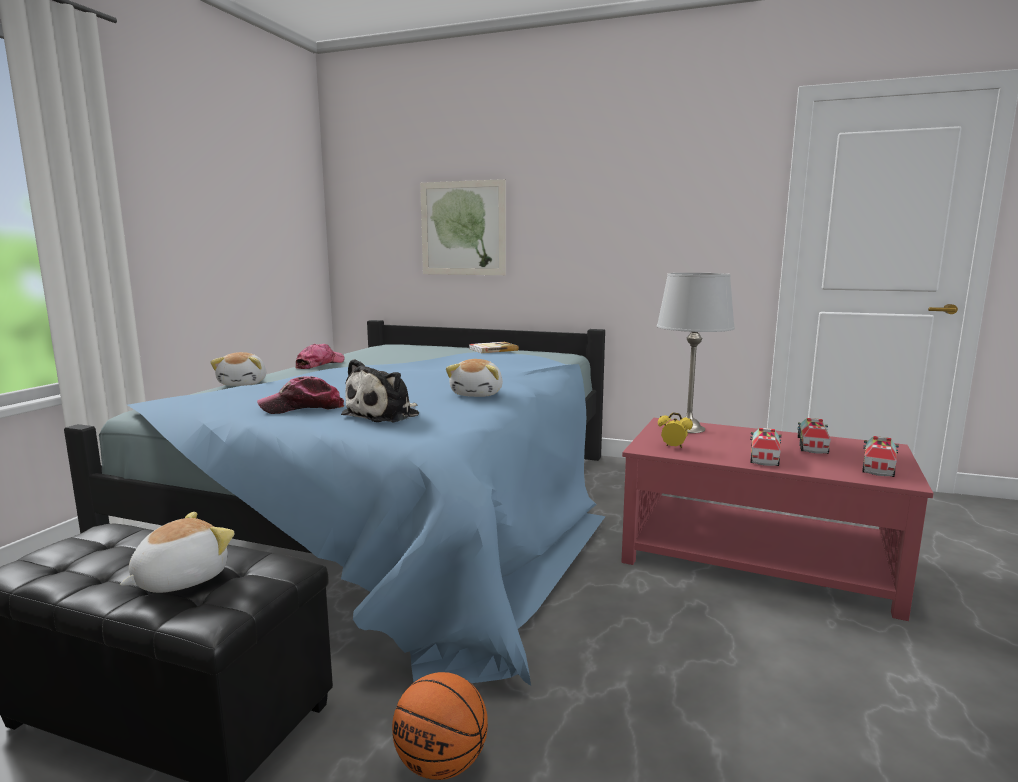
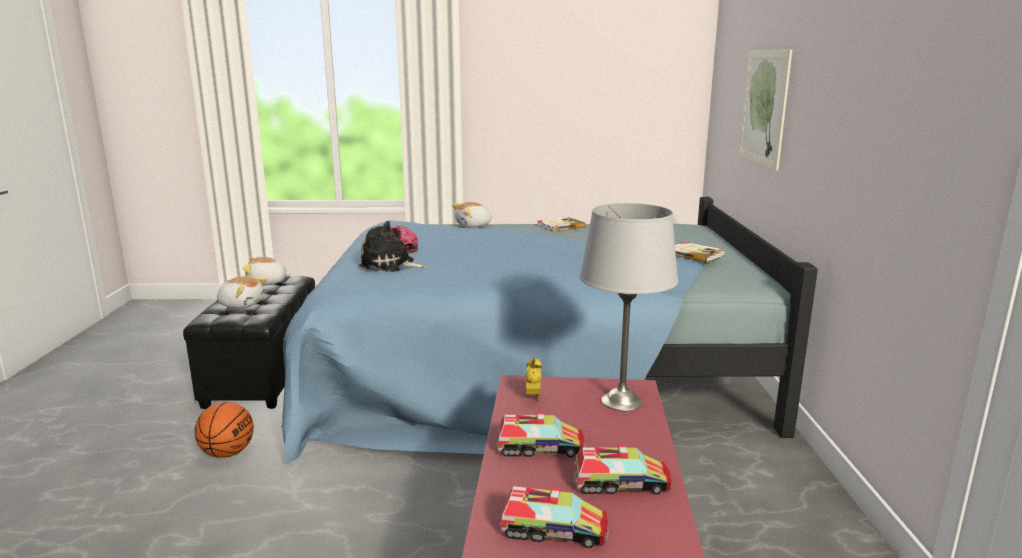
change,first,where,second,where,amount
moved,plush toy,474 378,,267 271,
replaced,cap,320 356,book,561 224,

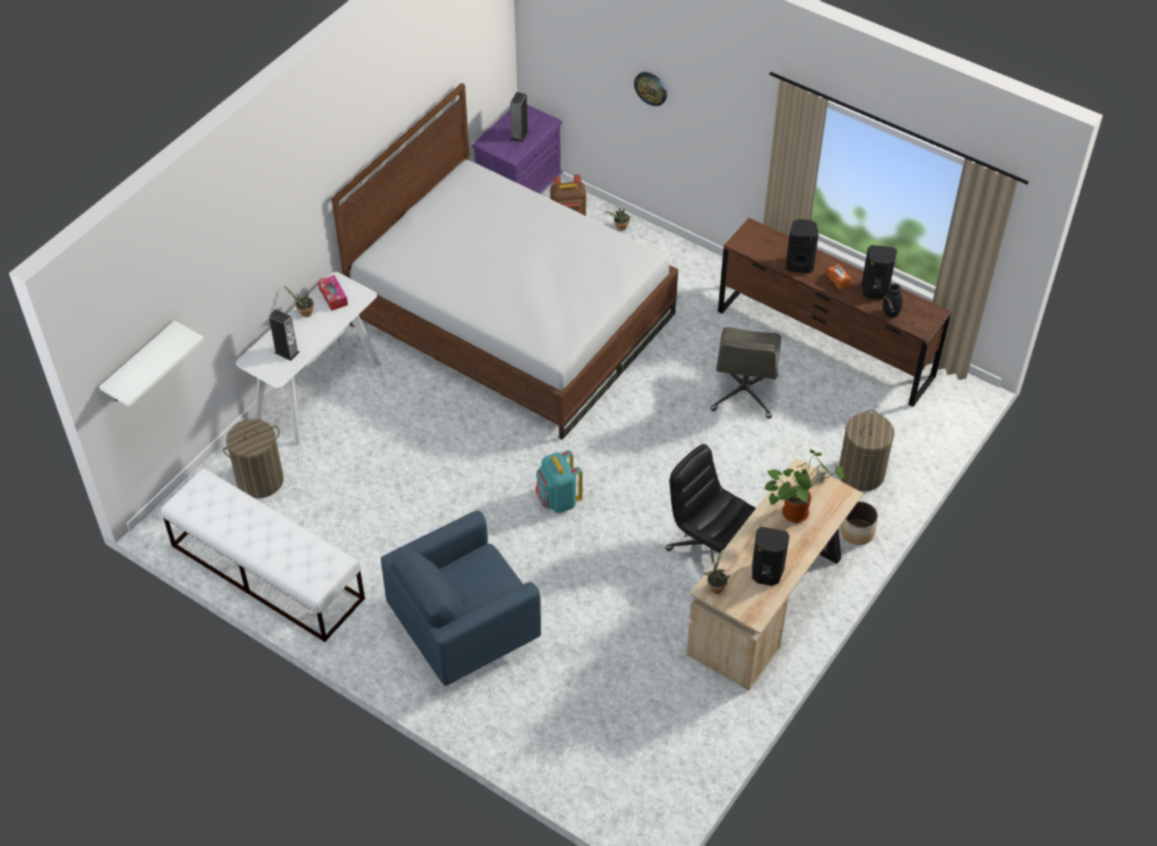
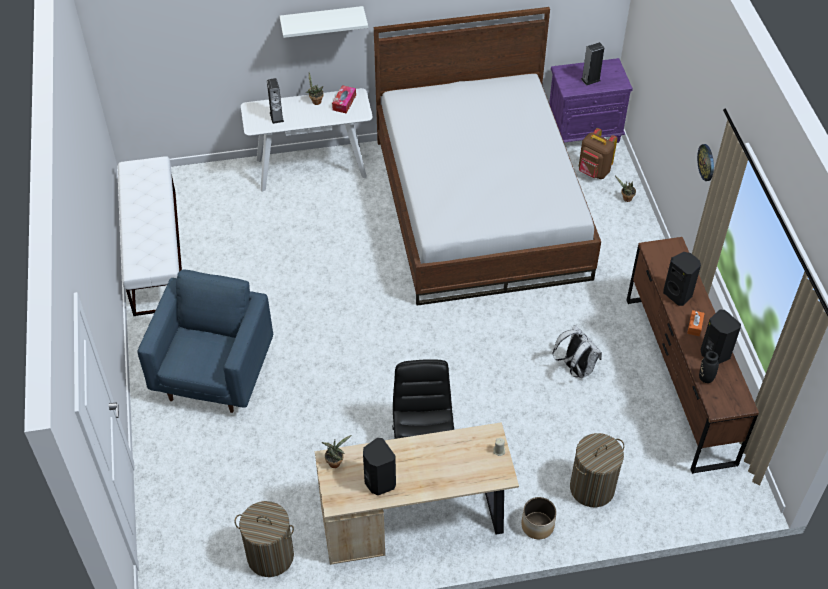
change,first,where,second,where,amount
turned,armchair/bluish,461 598,,205 341,90 degrees clockwise
moved,hamper,253 458,,264 539,
moved,bracket shelf/white,151 363,,324 22,
replaced,computer chair/greyish,746 373,knapsack/white,577 352,
moved,hanging clock,650 89,,705 162,
removed,knapsack/blue-green,558 481,,,
removed,potted plant,803 486,,,

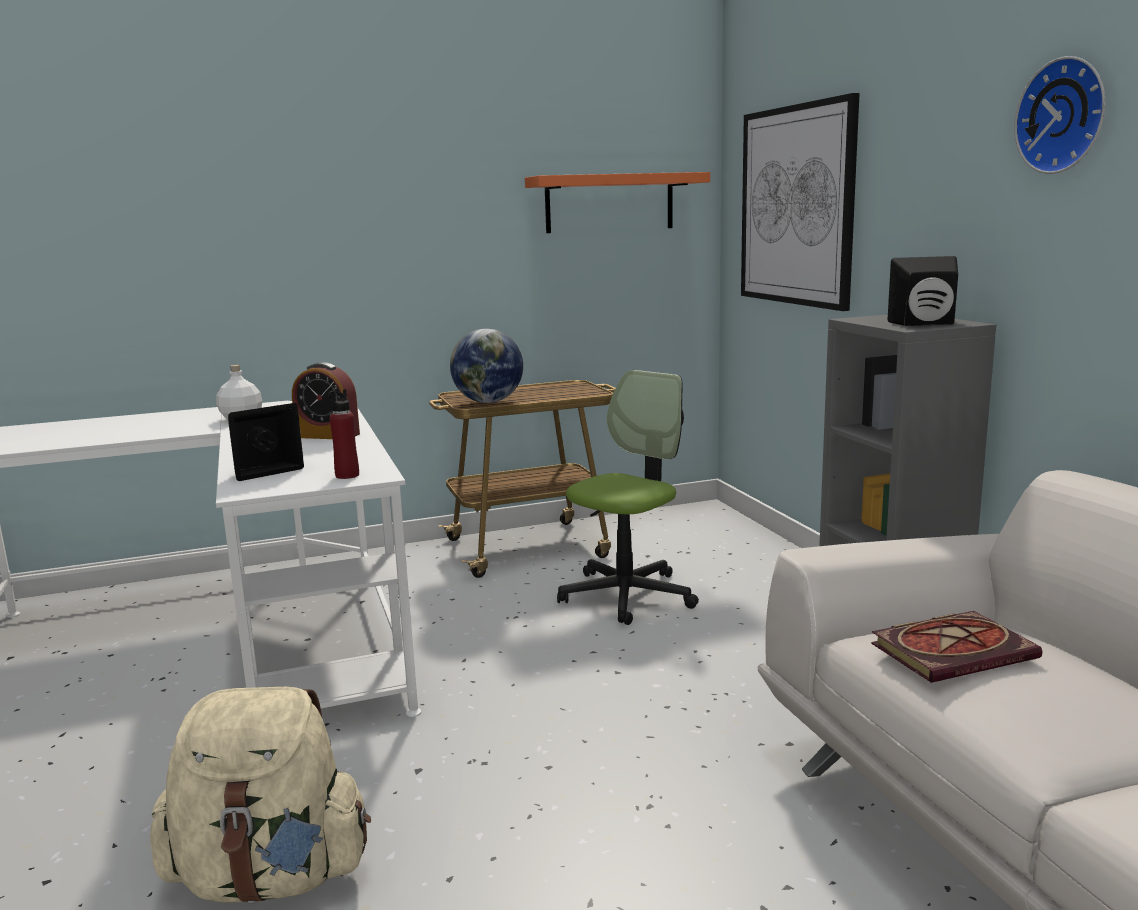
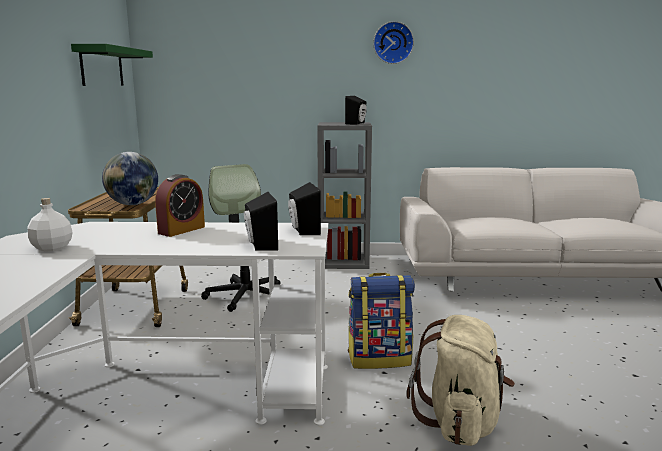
change,first,where,second,where,amount
recoloured,bracket shelf/orangey,617 202,bracket shelf/green,112 65,
replaced,bottle/red-coloured,343 434,audio speaker/blackish,304 208,
added,,,knapsack,381 321,
removed,wall art,800 202,,,
removed,book,956 647,,,

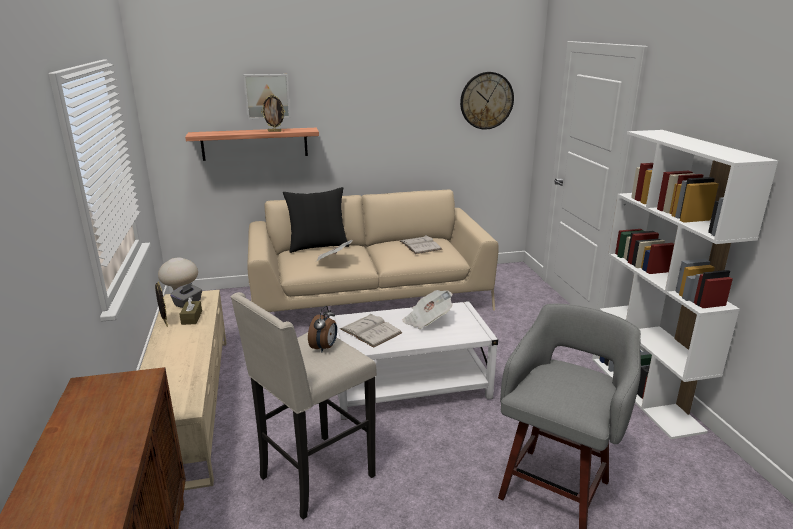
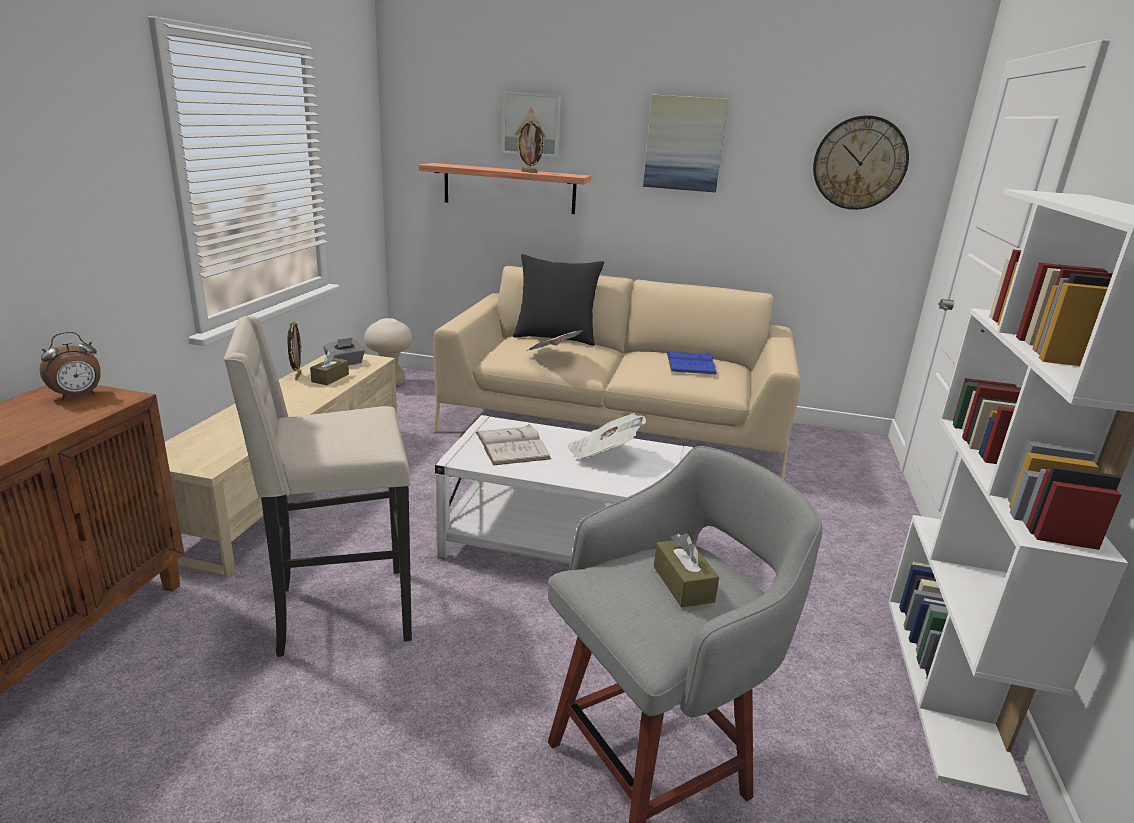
change,first,where,second,where,amount
moved,table clock,322 329,,70 366,
added,,,wall art,685 144,
added,,,tissue box/brown-coloured,686 570,
recoloured,book/white,421 244,book/bluish,691 363,

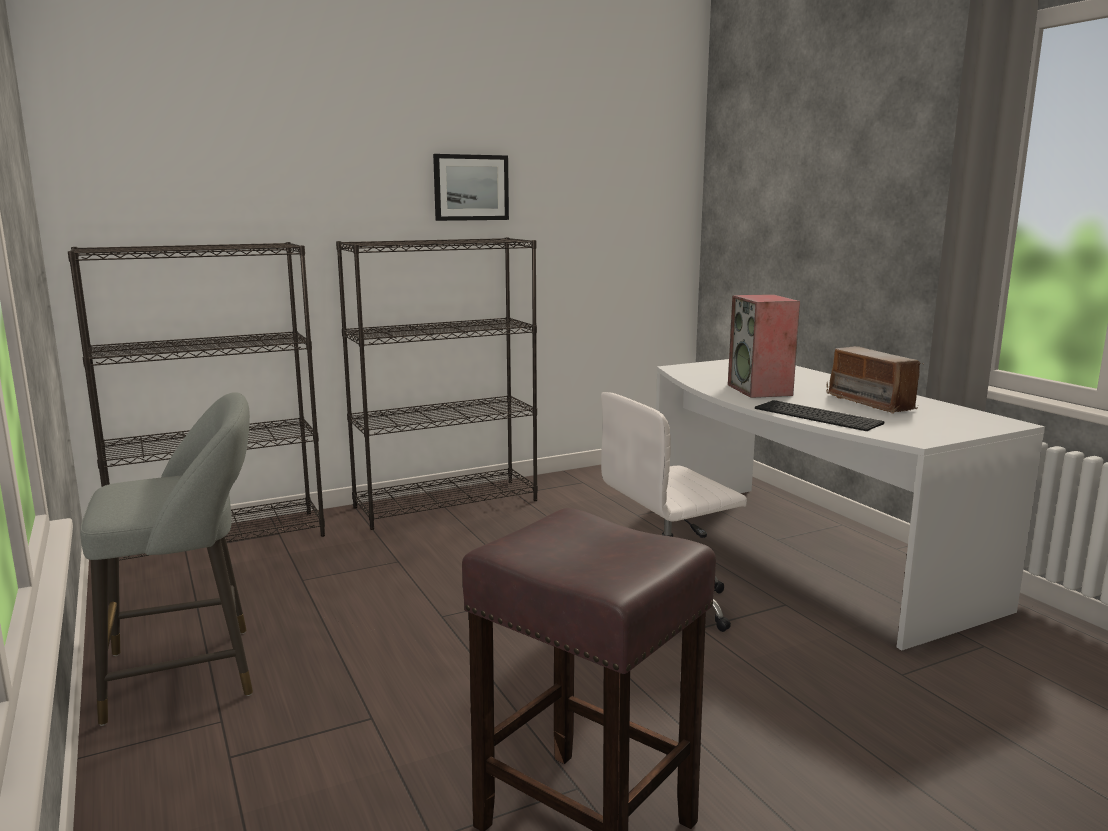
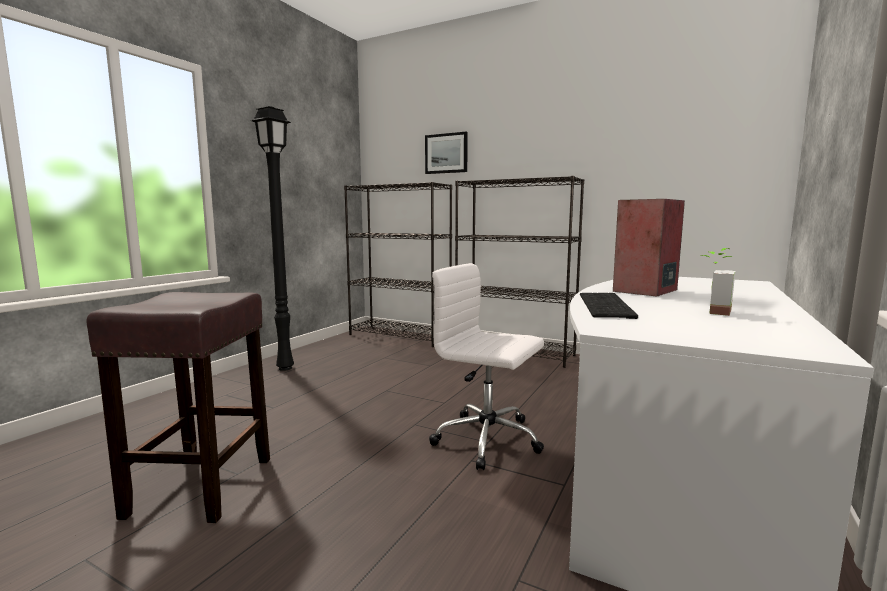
change,first,where,second,where,amount
replaced,stool seat/greyish,166 559,standing lamp/blackish,272 238,
moved,wall art,471 187,,446 153,
replaced,radio set,875 380,potted plant,717 282,

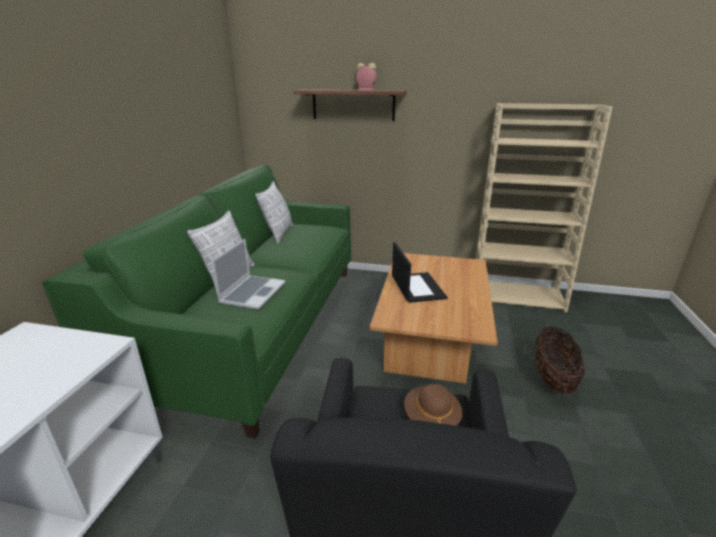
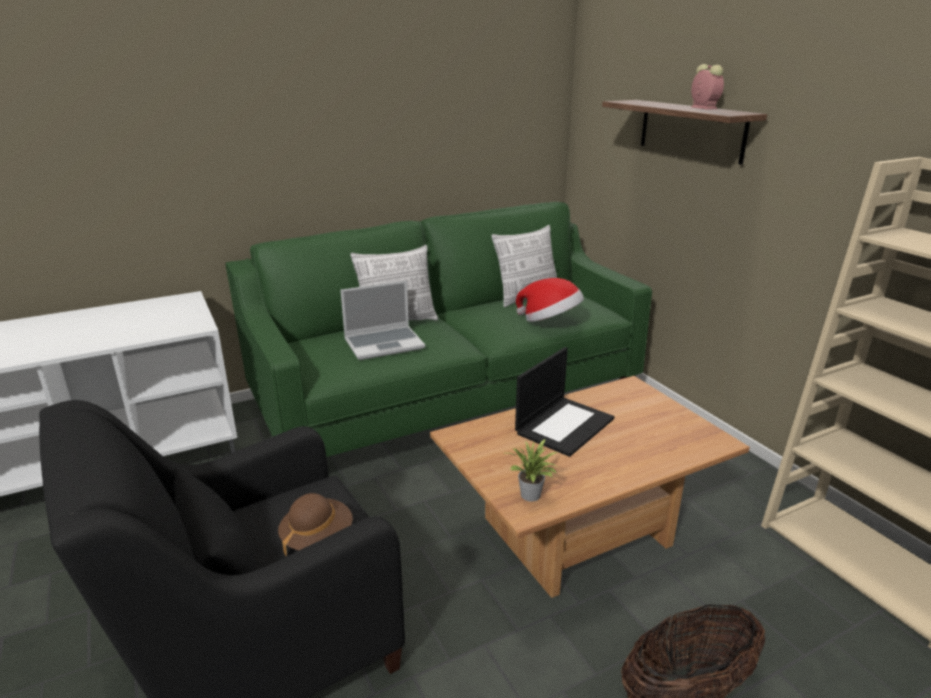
change,first,where,second,where,amount
added,,,potted plant,533 470,
added,,,hat,550 300,

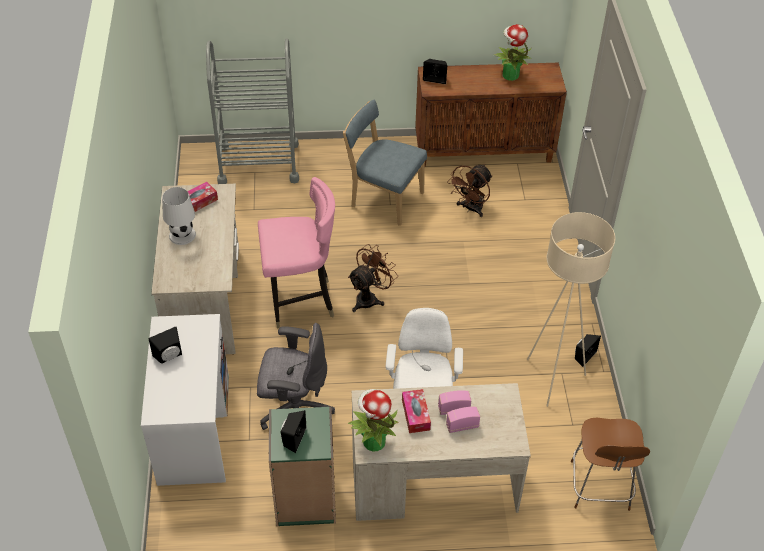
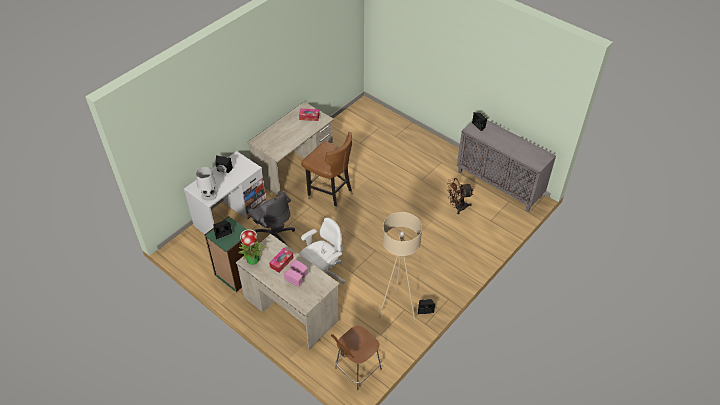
change,first,where,second,where,amount
moved,lamp for a table/white,179 216,,206 184,
recoloured,chair/pinkish,296 253,chair/brown-coloured,327 171,
recoloured,storage cabinet/brown-coloured,491 115,storage cabinet/greyish,506 166,
removed,trolley/greyish,252 111,,,
removed,chair/bluish,385 163,,,
removed,electric fan/brown-coloured,373 278,,,
removed,potted plant,512 52,,,

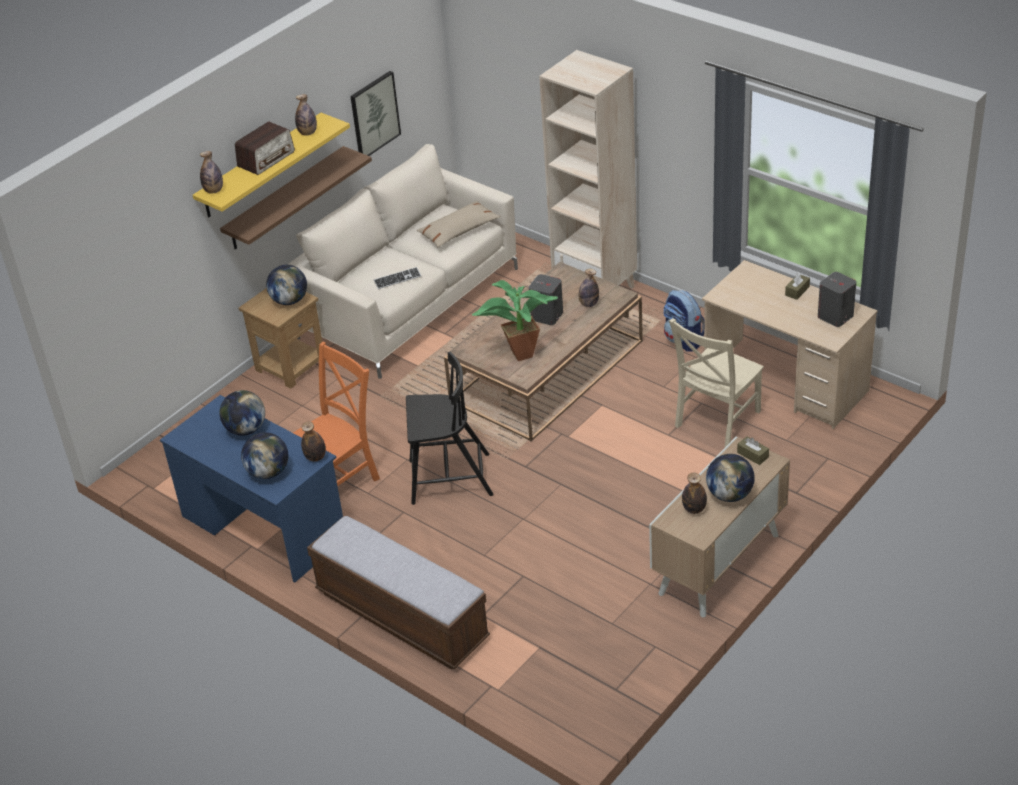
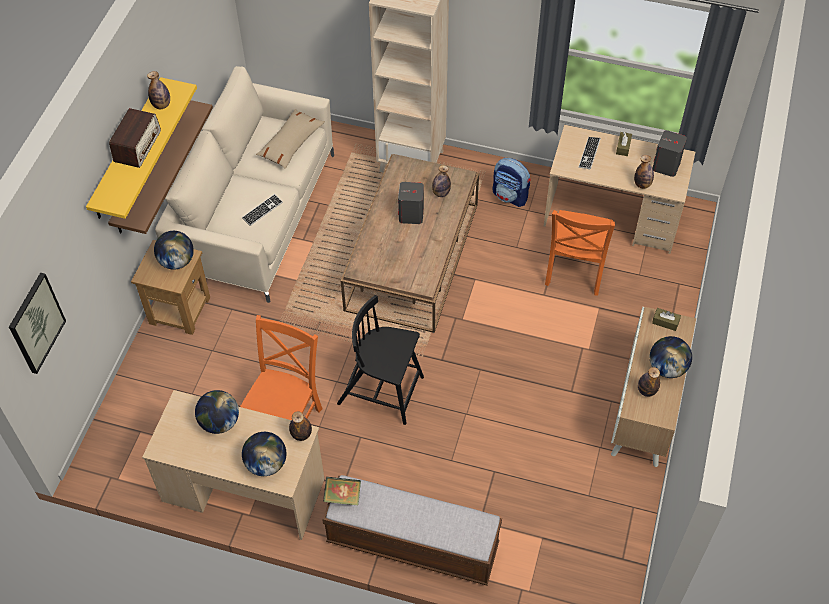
change,first,where,second,where,amount
moved,wall art,375 113,,37 323,
recoloured,desk table/bluish,251 489,desk table/beige,233 465,
added,,,book,342 491,
turned,chair/blackish,449 428,,380 360,135 degrees counterclockwise
recoloured,chair/beige,716 382,chair/orangey,580 253,
added,,,keyboard,589 153,
moved,bottle,211 172,,644 172,
removed,potted plant,515 320,,,

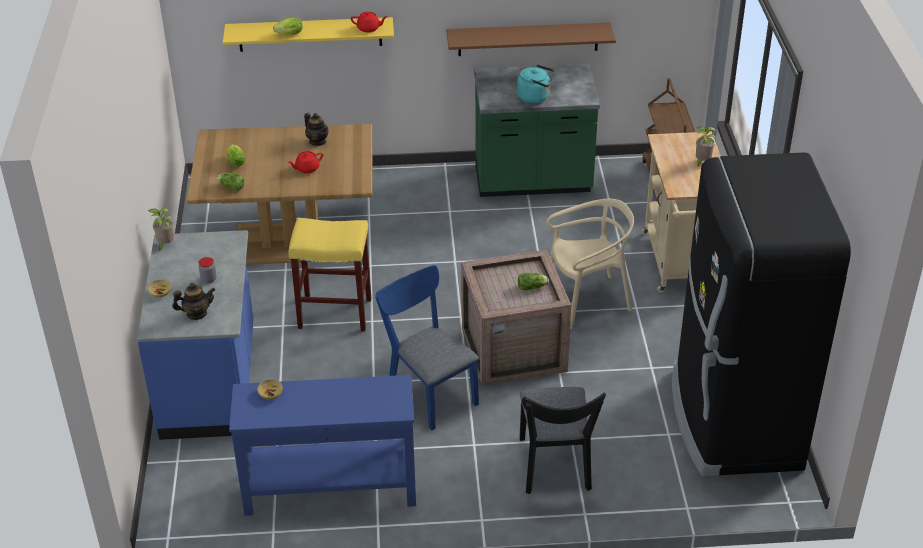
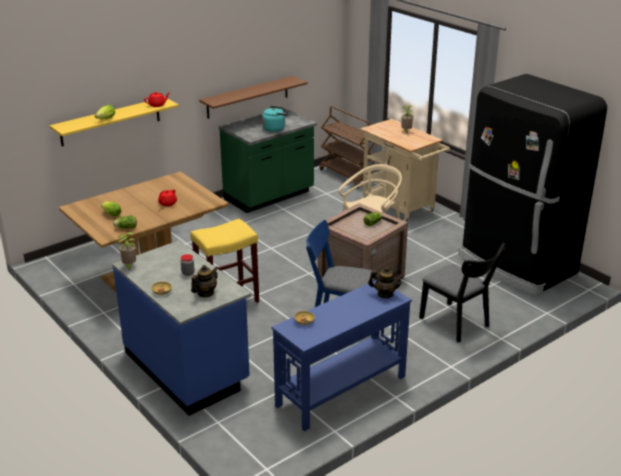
change,first,where,second,where,amount
moved,pot for tea,316 129,,386 282,

